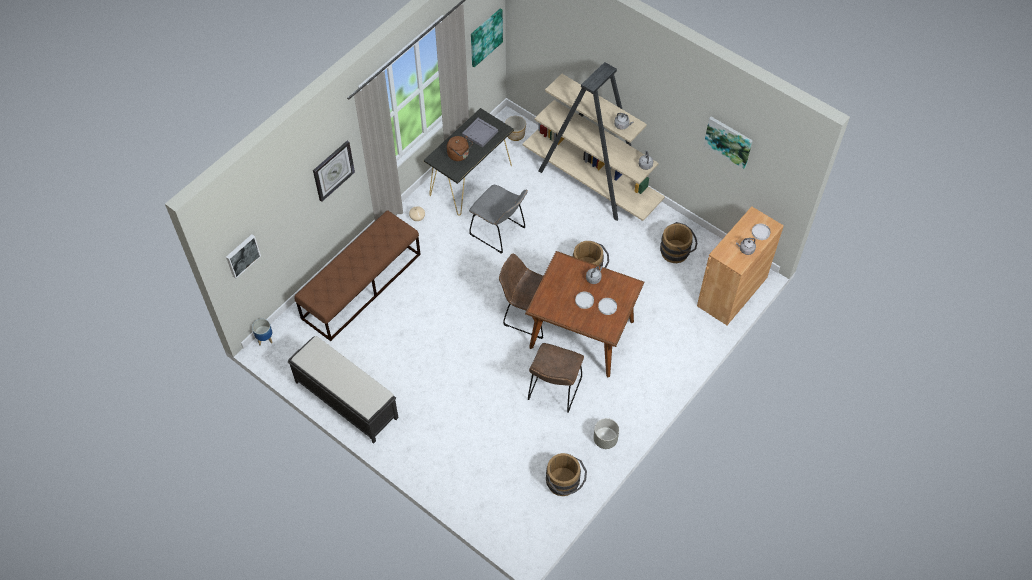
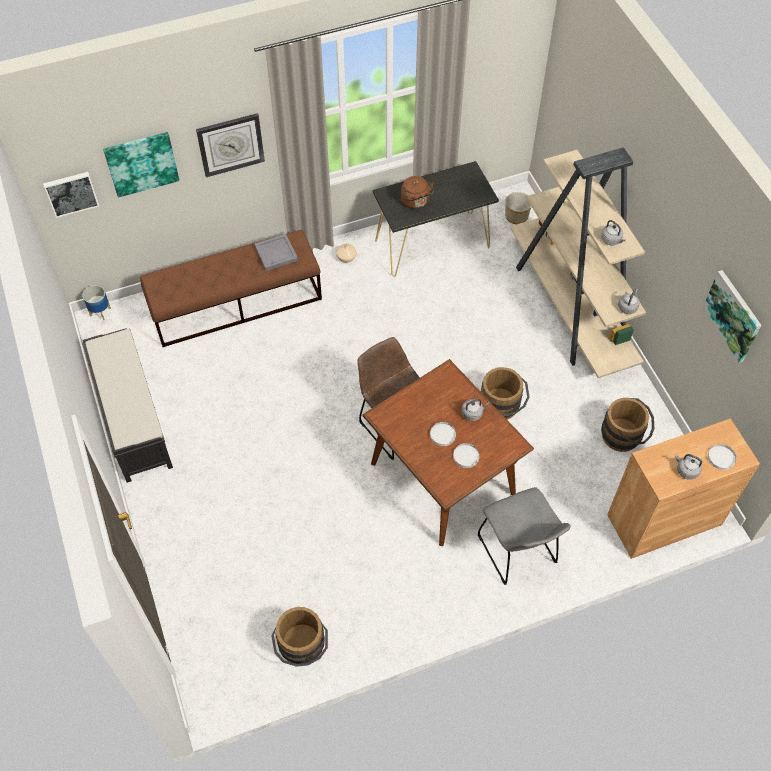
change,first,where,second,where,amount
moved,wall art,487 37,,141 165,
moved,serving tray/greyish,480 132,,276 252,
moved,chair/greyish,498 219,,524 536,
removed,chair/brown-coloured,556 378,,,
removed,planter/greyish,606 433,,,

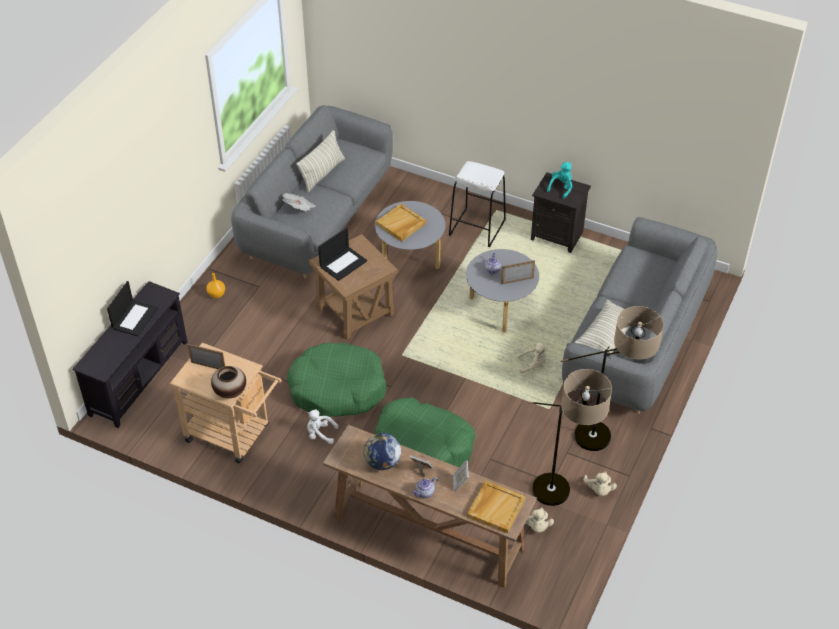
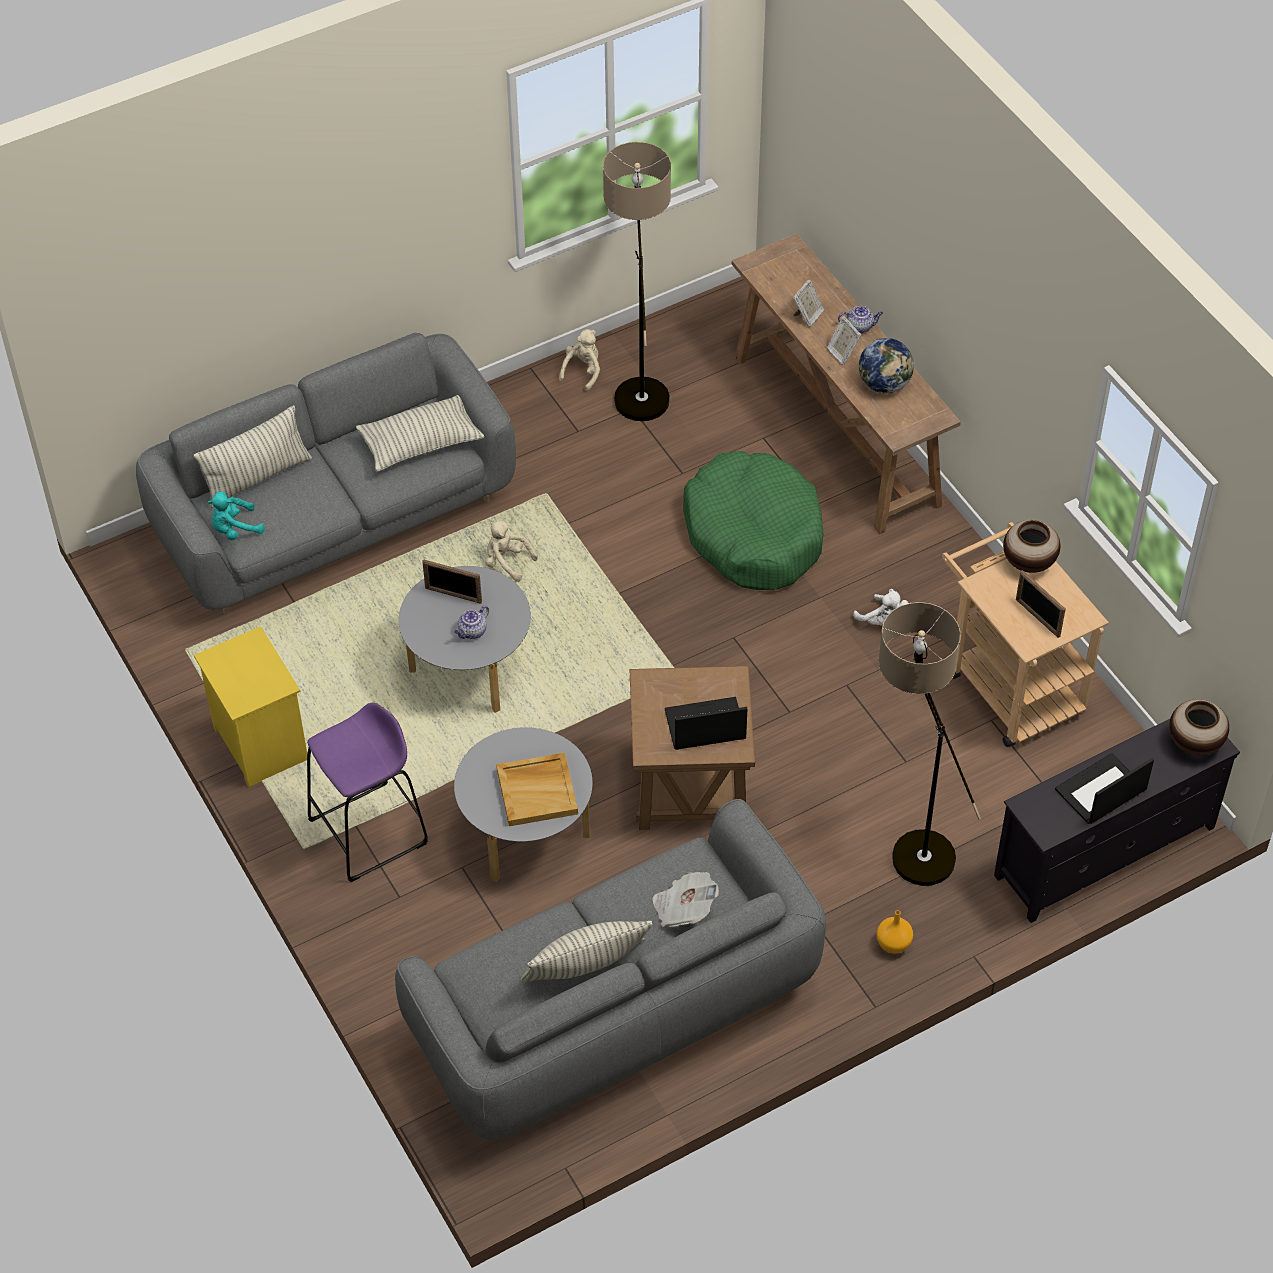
change,first,where,second,where,amount
added,,,pillow,253 457,
recoloured,nightstand/blackish,561 212,nightstand/yellowish,250 706,
moved,plush toy/blue-green,559 180,,236 515,
recoloured,stool seat/white,477 204,stool seat/purplish,367 792,
moved,standing lamp,612 378,,930 744,
added,,,decorative vase,1199 727,
removed,pet bed/green,337 379,,,
removed,serving tray/beige,496 507,,,
removed,plush toy/beige,539 520,,,

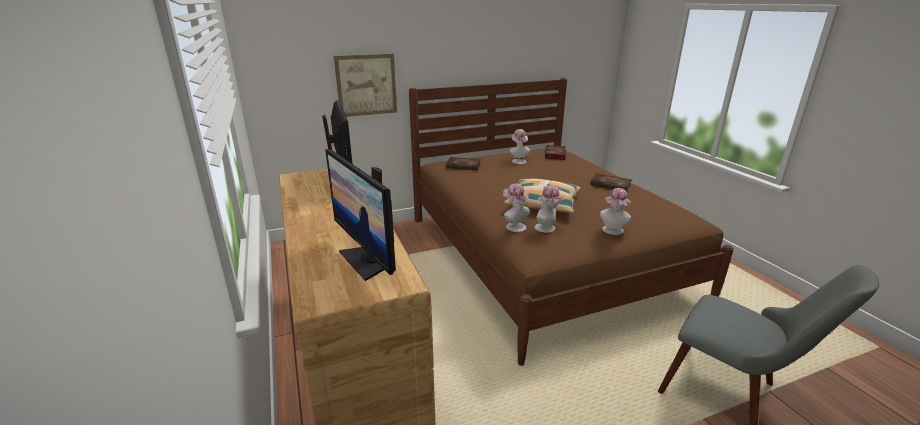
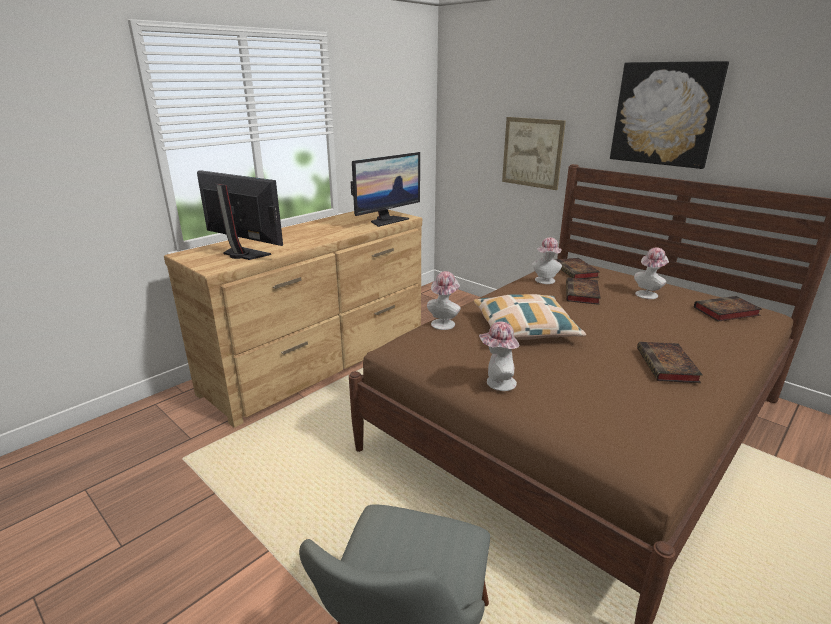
change,first,where,second,where,amount
turned,computer screen,360 215,,240 215,90 degrees clockwise
moved,hat,550 209,,547 260,
added,,,book,583 291,
added,,,wall art,669 115,

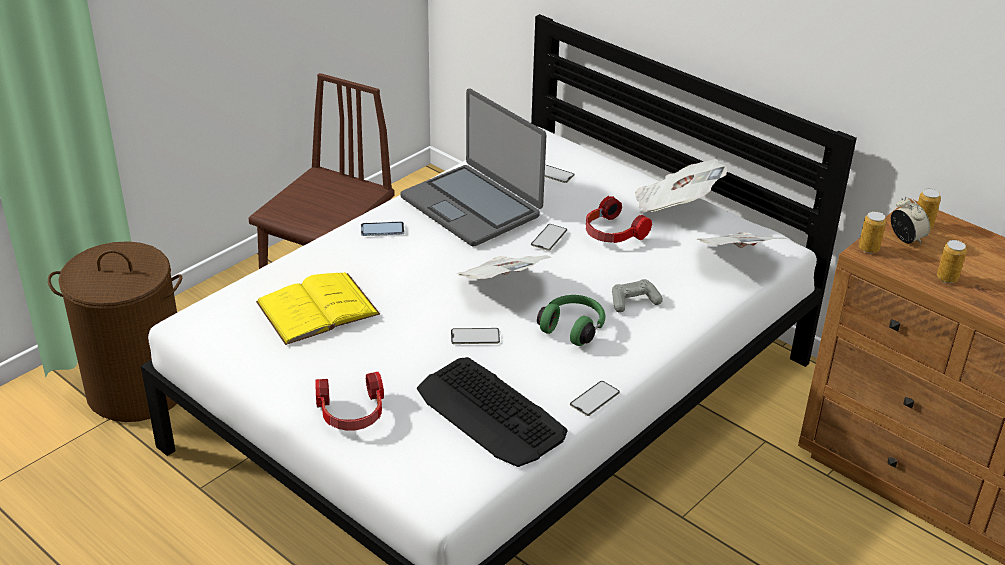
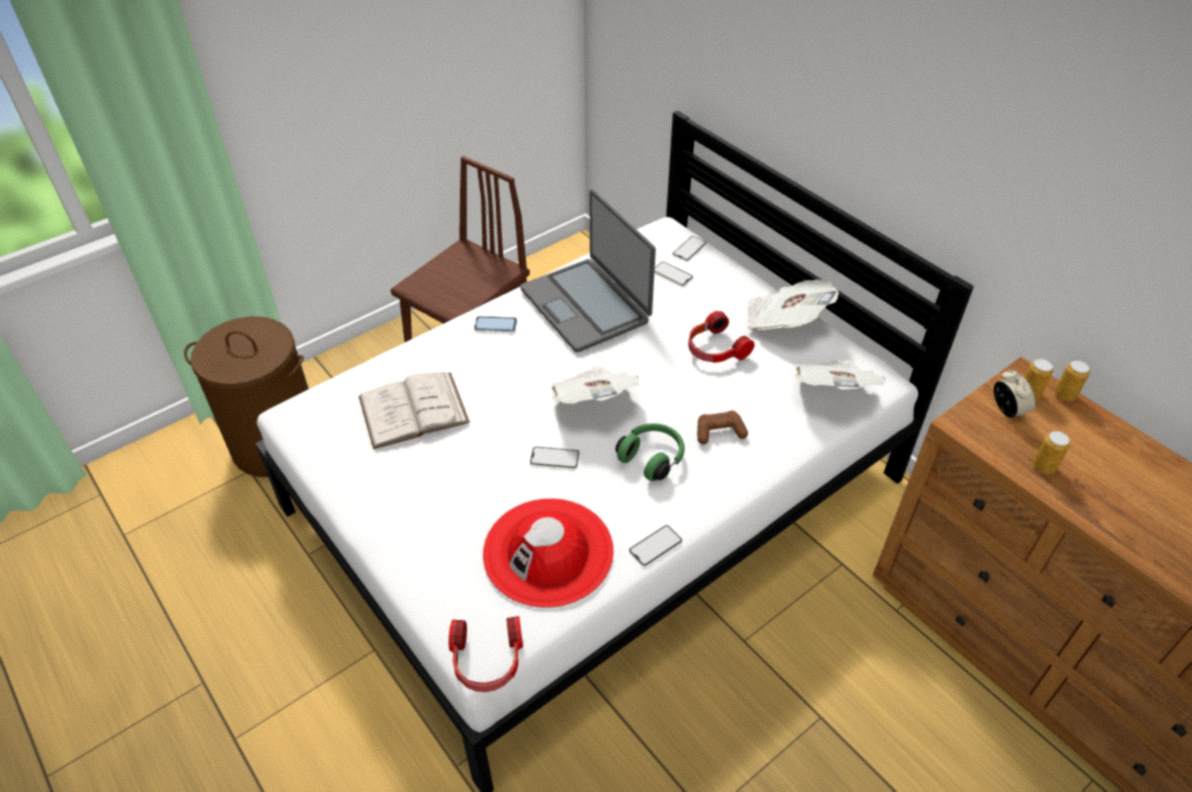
change,first,where,second,where,amount
recoloured,book/yellowish,318 308,book/white,414 410,
moved,pair of headphones,349 401,,486 654,
replaced,keyboard,492 412,hat/red-coloured,548 553,
moved,handset,549 237,,689 248,
recoloured,joypad/greyish,637 296,joypad/brown-coloured,722 427,
moved,metal can,872 232,,1072 380,

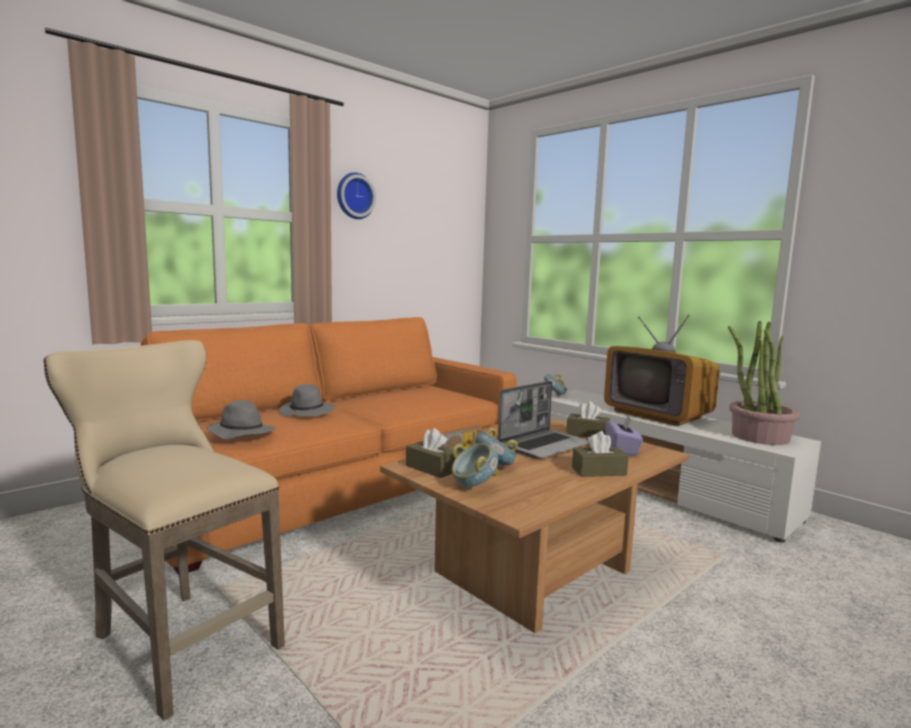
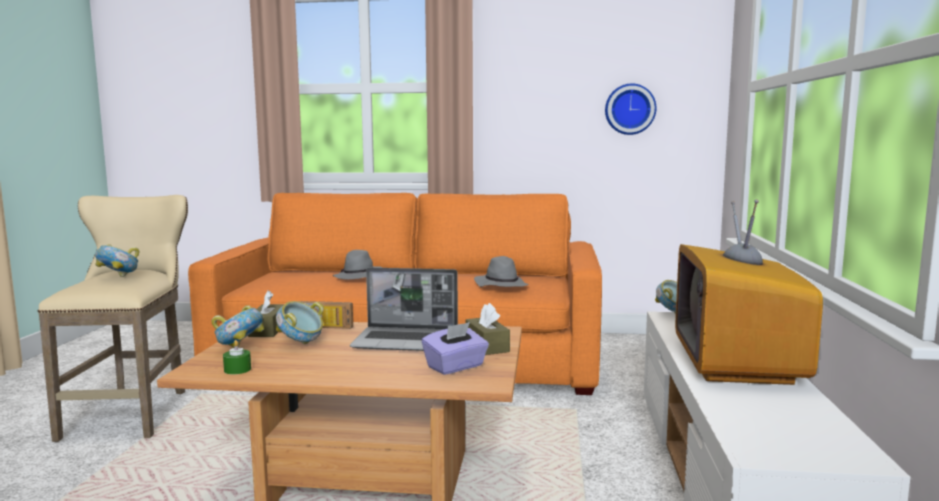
change,first,where,second,where,amount
added,,,bowl,117 260,
added,,,wax candle/green,237 357,
moved,hat/greyish,240 419,,501 271,
moved,hanging clock,356 196,,630 109,
removed,tissue box/brown-coloured,600 454,,,
removed,potted plant,764 383,,,

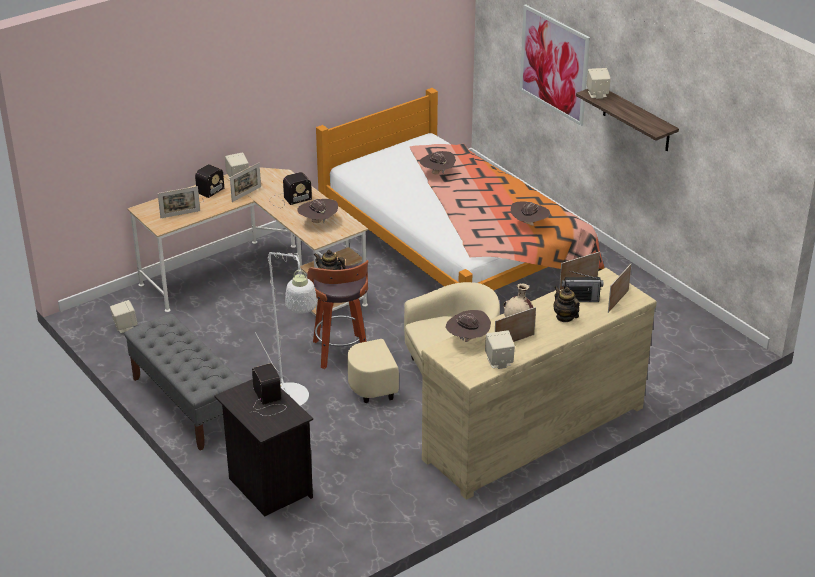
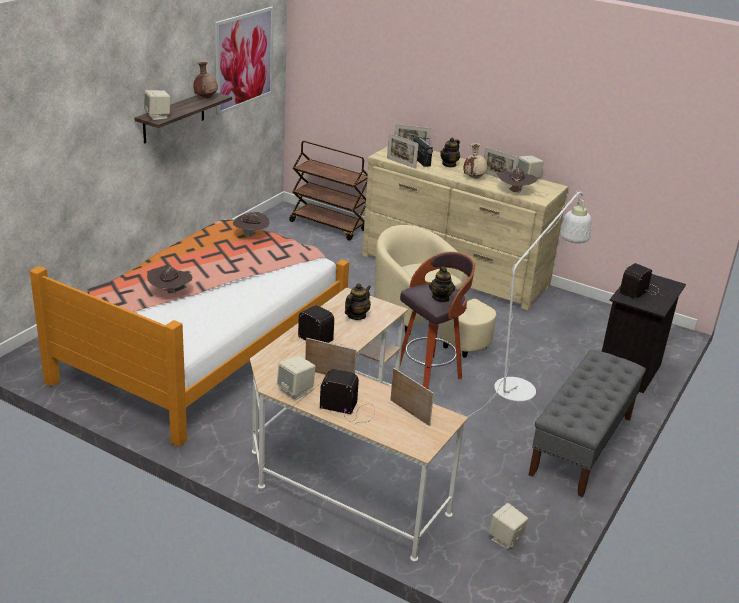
change,first,where,second,where,amount
added,,,decorative vase/brown-coloured,205 80,
moved,wall art,555 65,,244 61,
added,,,trolley/brown-coloured,328 190,
replaced,hat/brown-coloured,318 211,pot for tea,358 301,

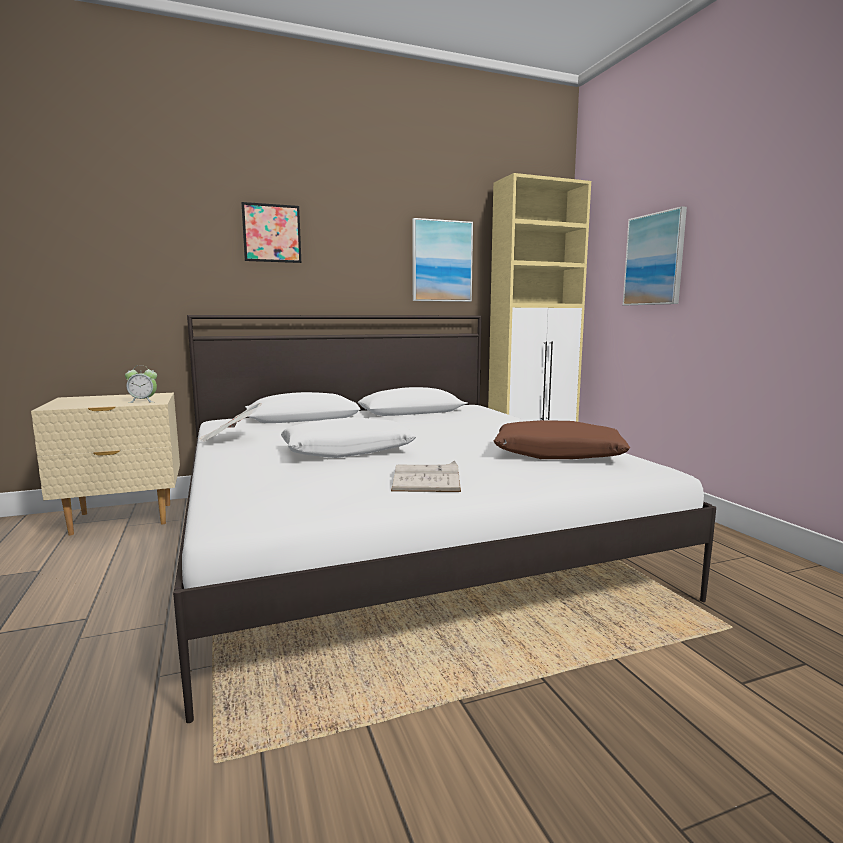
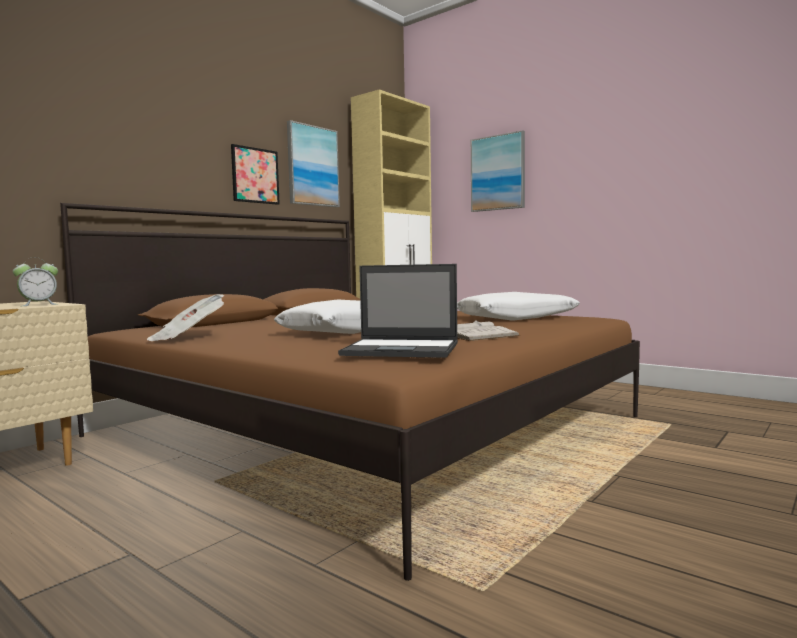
change,first,where,second,where,amount
recoloured,bedroom bed/white,444 519,bedroom bed/brown-coloured,350 392,
moved,wall art,271 232,,255 174,
added,,,laptop,398 311,
recoloured,pillow/brown-coloured,562 439,pillow/white,518 306,

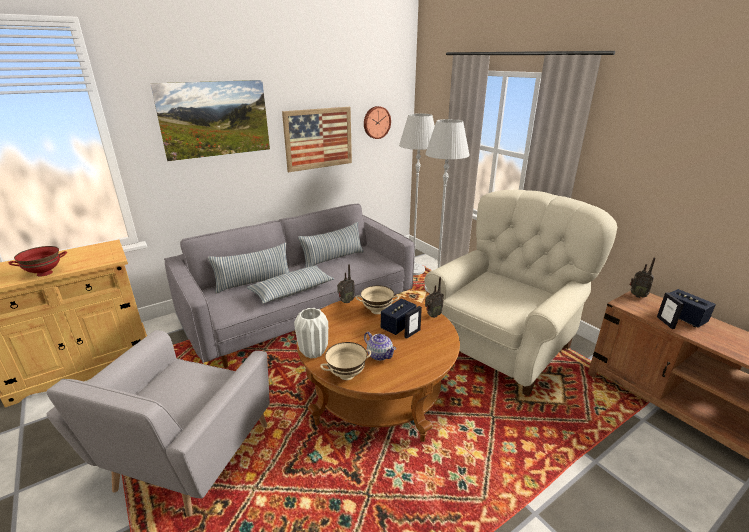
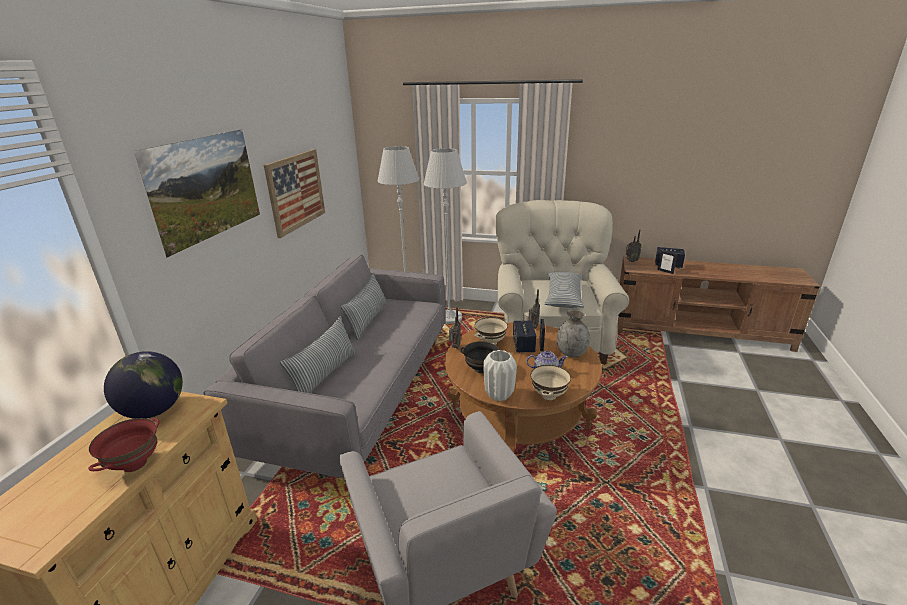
change,first,where,second,where,amount
added,,,world globe,143 385,
added,,,bowl/blackish,479 357,
moved,pillow,290 284,,564 290,
added,,,decorative vase/greyish,573 333,
removed,hanging clock,377 122,,,

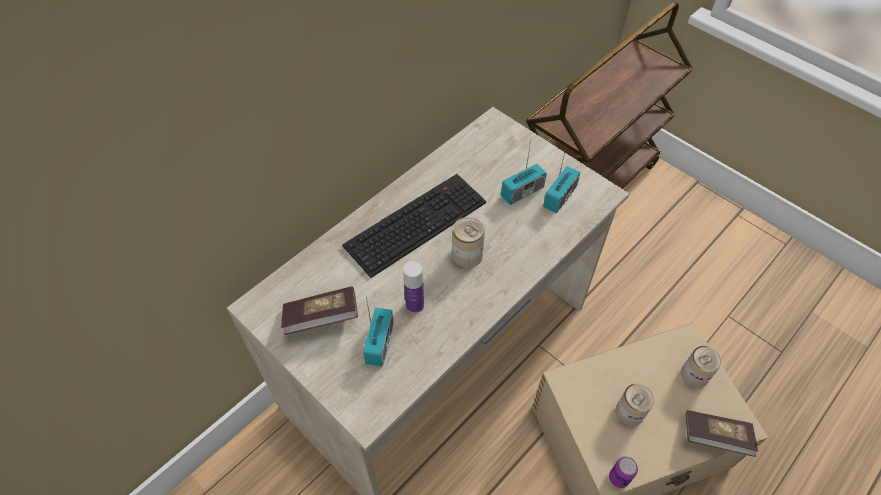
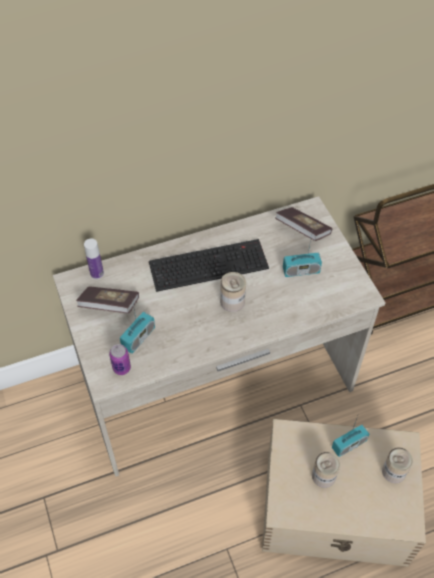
change,first,where,second,where,amount
moved,bottle,413 287,,94 259,
moved,metal can,623 472,,120 359,
moved,book,721 433,,303 224,
moved,radio set,561 178,,350 435,

